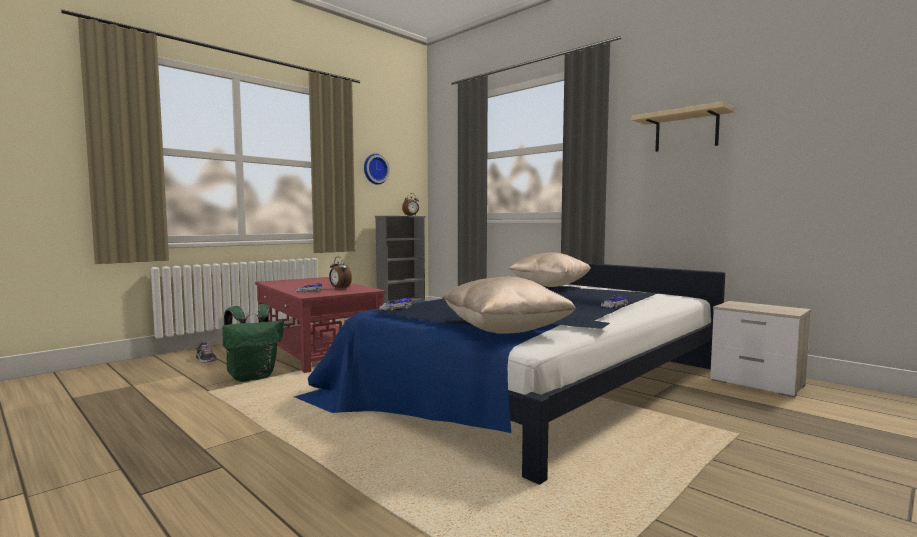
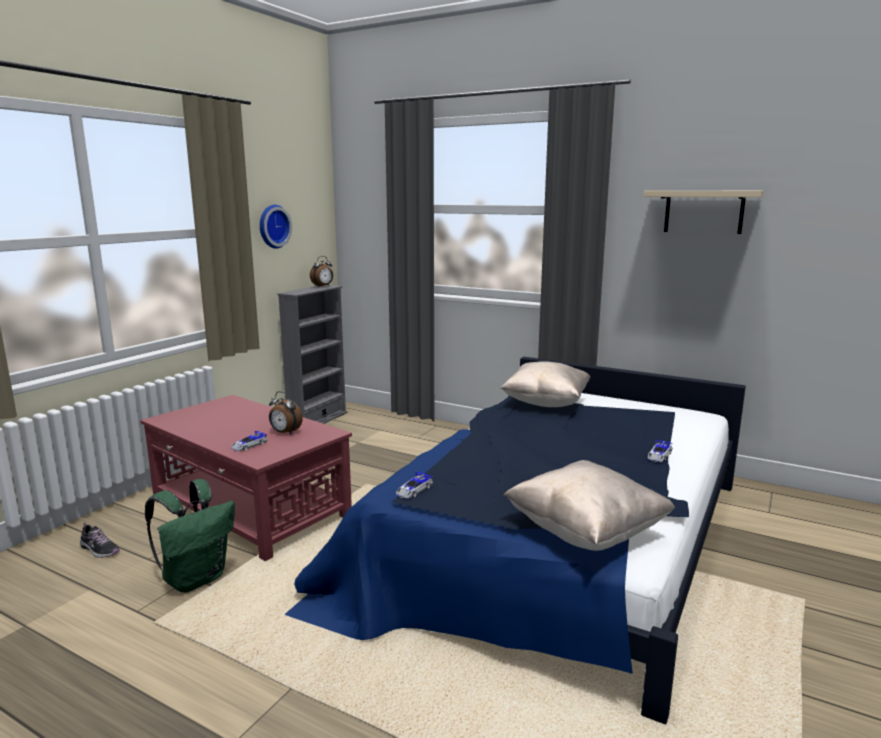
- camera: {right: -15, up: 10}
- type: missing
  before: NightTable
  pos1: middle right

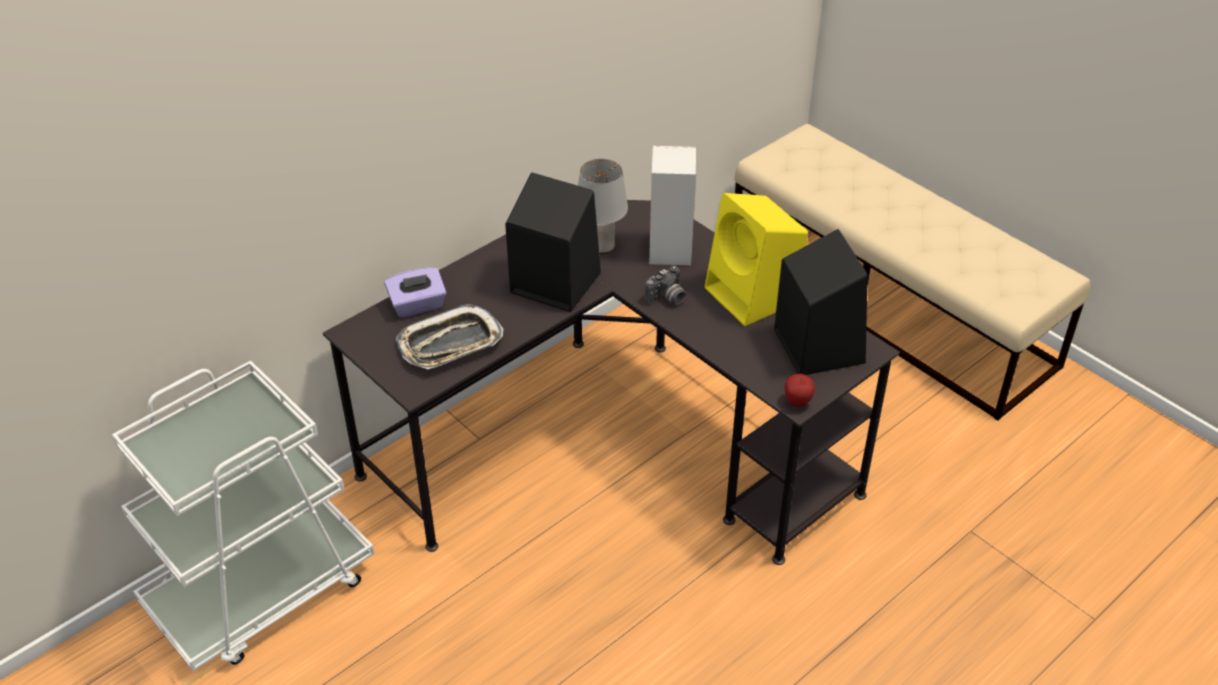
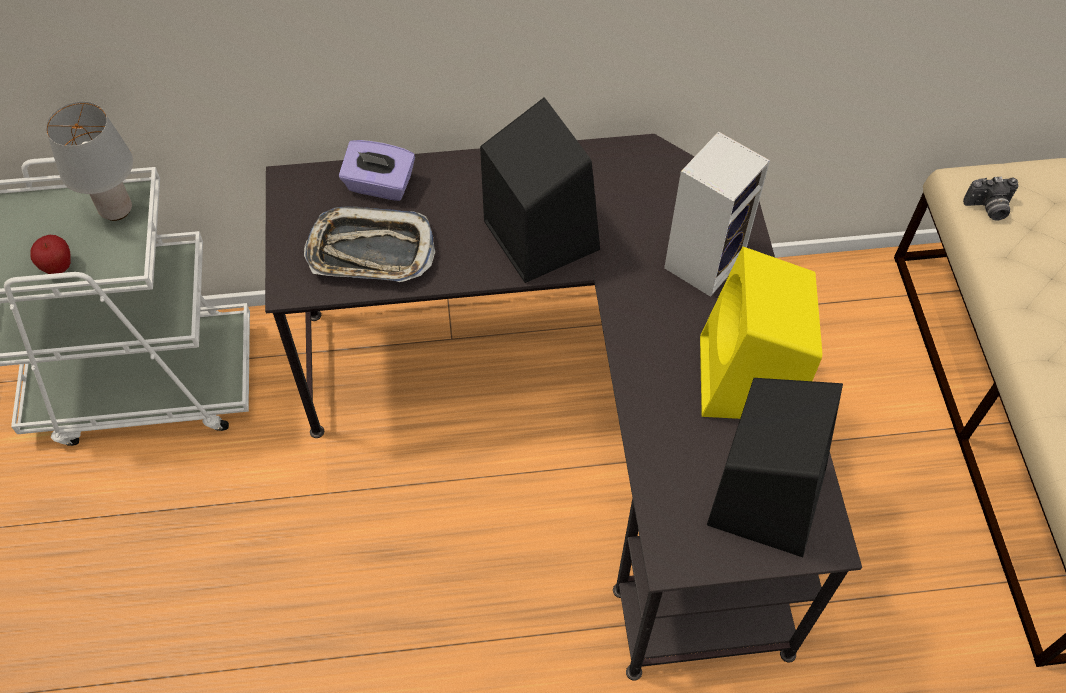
- camera: {right: 35, up: 15}
- type: relocated
  before: GrayLampForATable
  pos1: top centre
  pos2: top left
- type: relocated
  before: PhotoCamera
  pos1: centre
  pos2: top right
- type: relocated
  before: Apple
  pos1: centre
  pos2: middle left

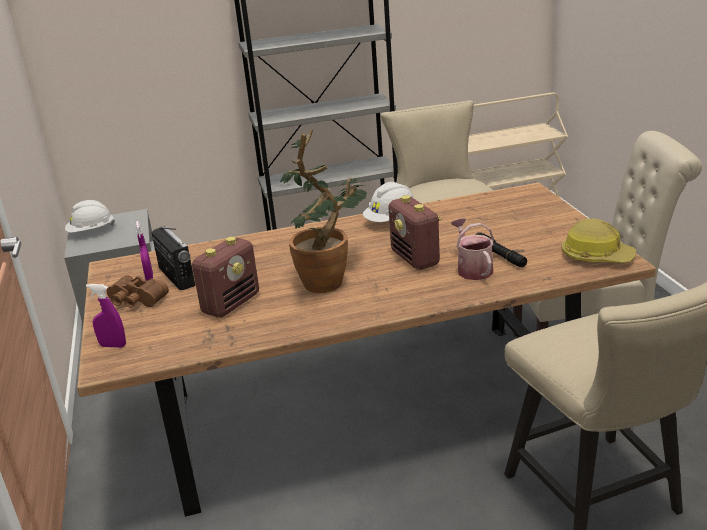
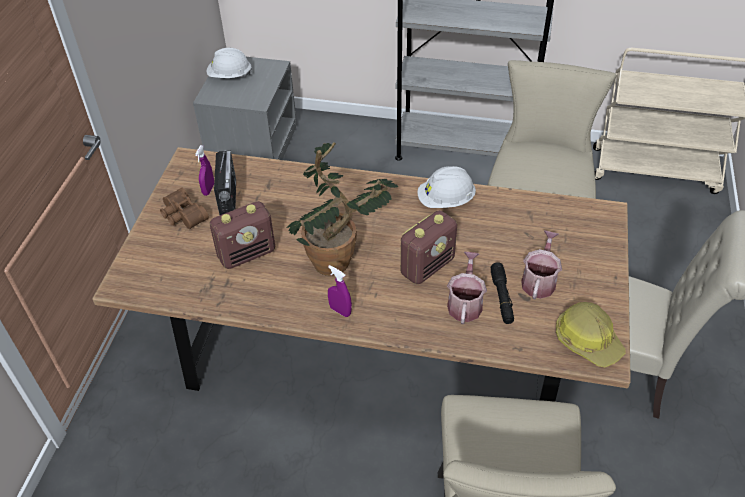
- camera: {right: 25, up: 20}
- type: appeared
  after: WateringCan (no. 2 from left)
  pos2: middle right
- type: relocated
  before: PurpleSprayer (no. 1 from left in the first image)
  after: PurpleSprayer (no. 2 from left)
  pos1: middle left
  pos2: centre
- type: spun
  before: Radio (no. 3 from left)
  pos1: centre
  pos2: centre
  turn: -135

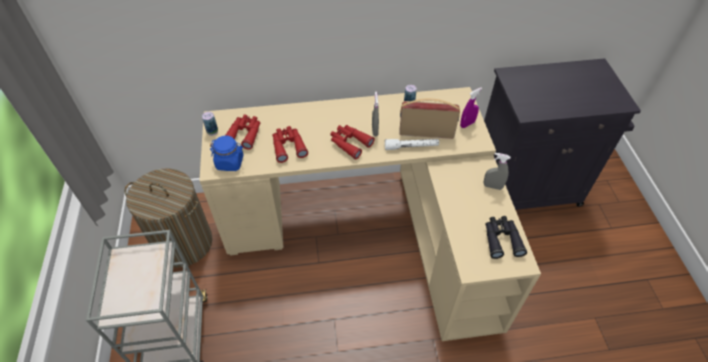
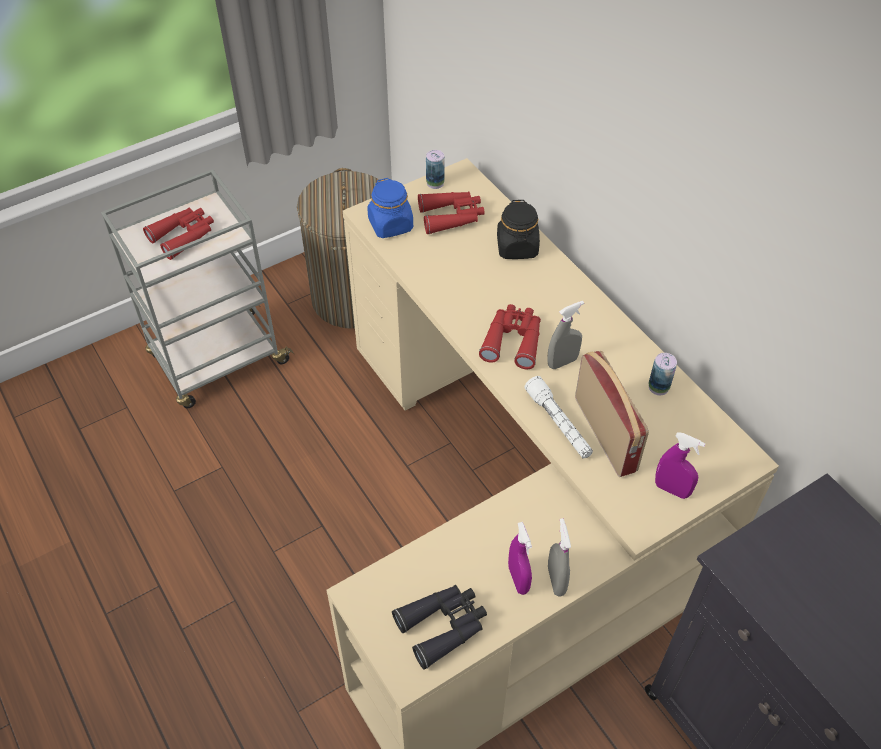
- camera: {right: 65, up: 0}
- type: appeared
  after: BlackColouredStorageJar
  pos2: top centre
- type: appeared
  after: PurpleSprayer (no. 1 from left)
  pos2: bottom centre
- type: relocated
  before: RedPairOfBinoculars (no. 2 from left in the first image)
  after: RedPairOfBinoculars (no. 1 from left)
  pos1: centre
  pos2: top left

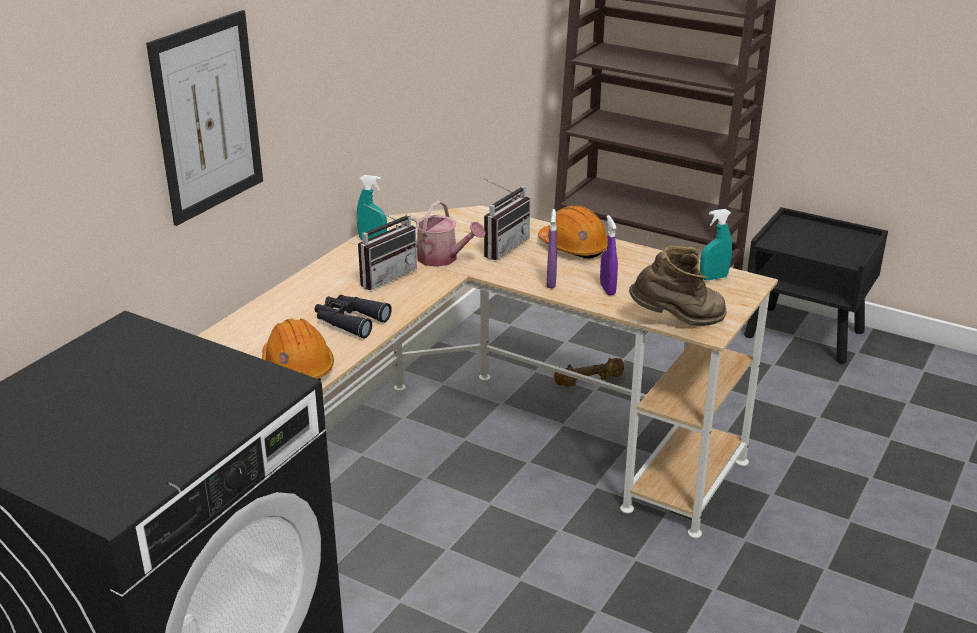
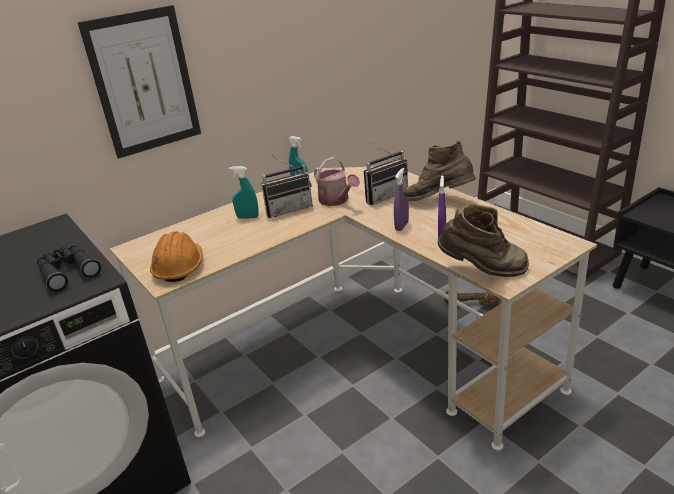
- camera: {right: 25, up: 0}
- type: relocated
  before: BlackColouredPairOfBinoculars
  pos1: centre
  pos2: middle left
- type: relocated
  before: TurquoiseSprayer (no. 2 from left in the first image)
  after: TurquoiseSprayer (no. 1 from left)
  pos1: middle right
  pos2: centre
- type: exchanged
  before: OrangeHardHat (no. 2 from left)
  after: BrownColouredBoot (no. 1 from left)
  pos1: centre
  pos2: centre

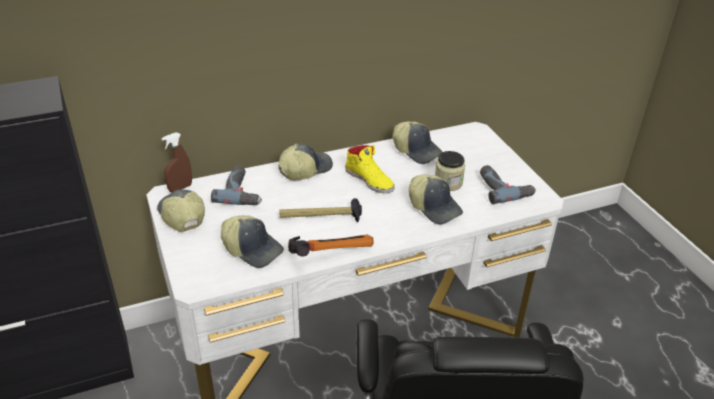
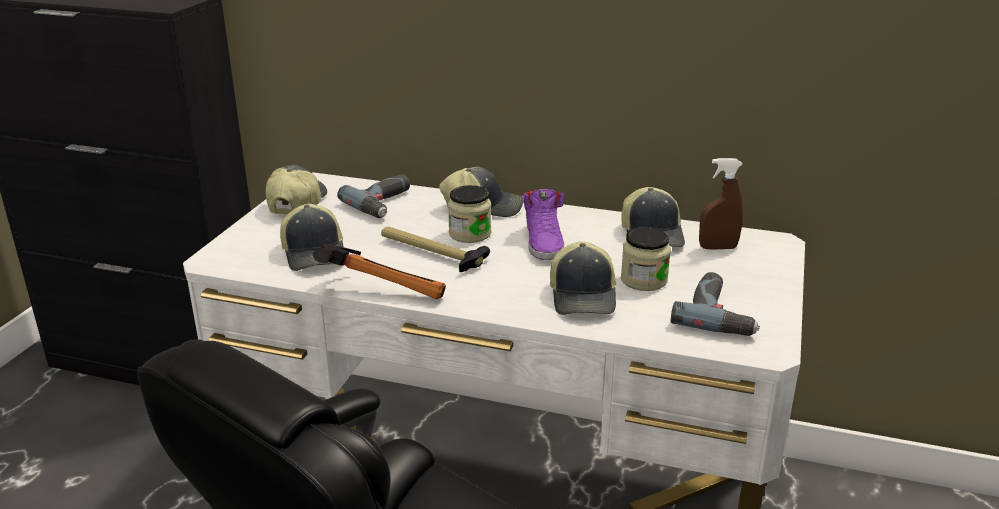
- camera: {right: 40, up: -10}
- type: appeared
  after: StorageJar (no. 1 from left)
  pos2: centre
- type: relocated
  before: BrownColouredSprayer
  pos1: middle left
  pos2: middle right
- type: colour
  before: YellowColouredItemOfFootwear
  after: PurpleItemOfFootwear
  pos1: centre
  pos2: centre

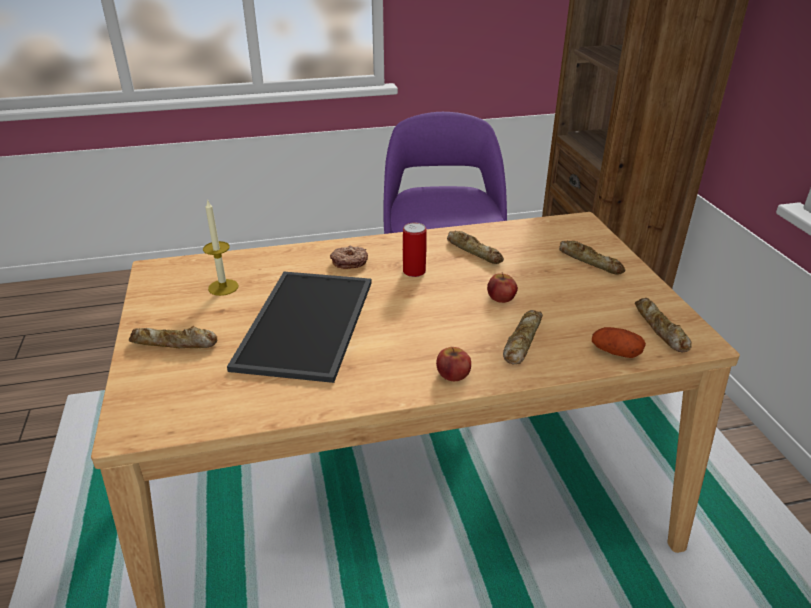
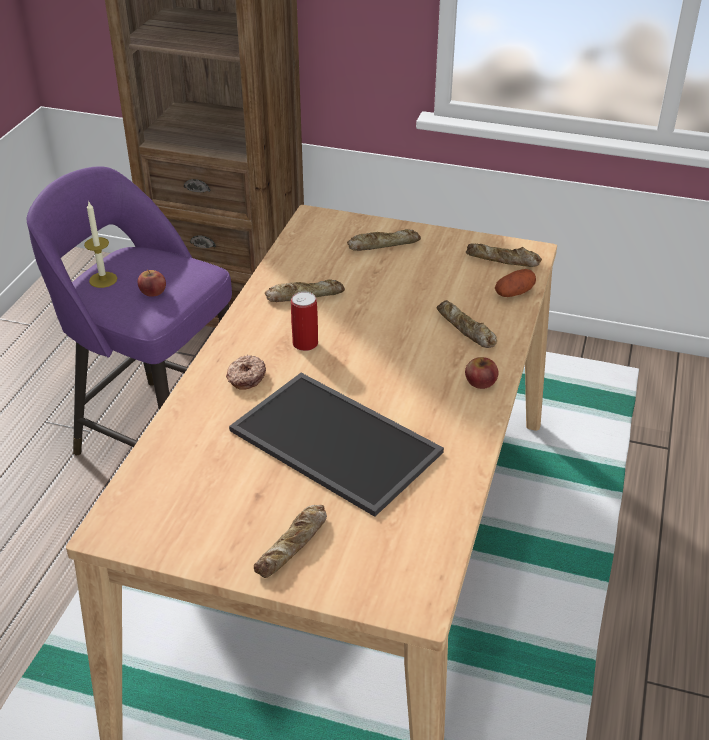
- camera: {right: -60, up: 5}
- type: relocated
  before: WaxLight
  pos1: middle left
  pos2: top left
- type: relocated
  before: Apple (no. 2 from left in the first image)
  after: Apple (no. 1 from left)
  pos1: centre
  pos2: middle left

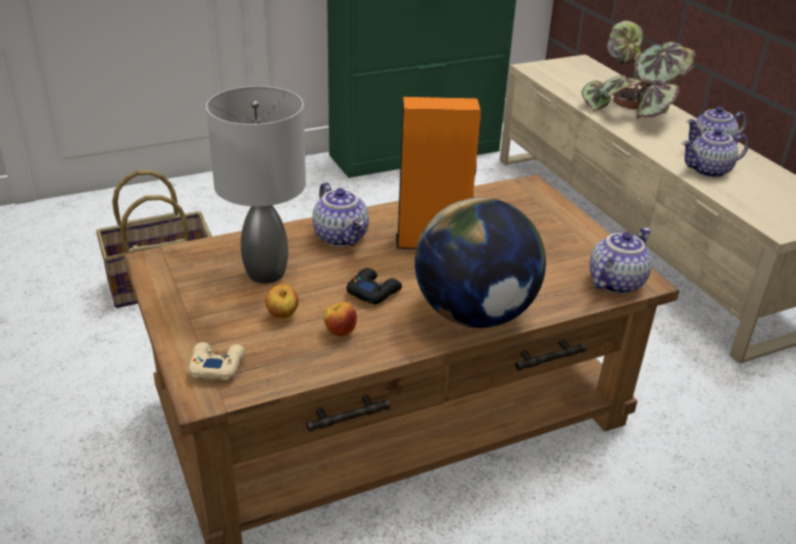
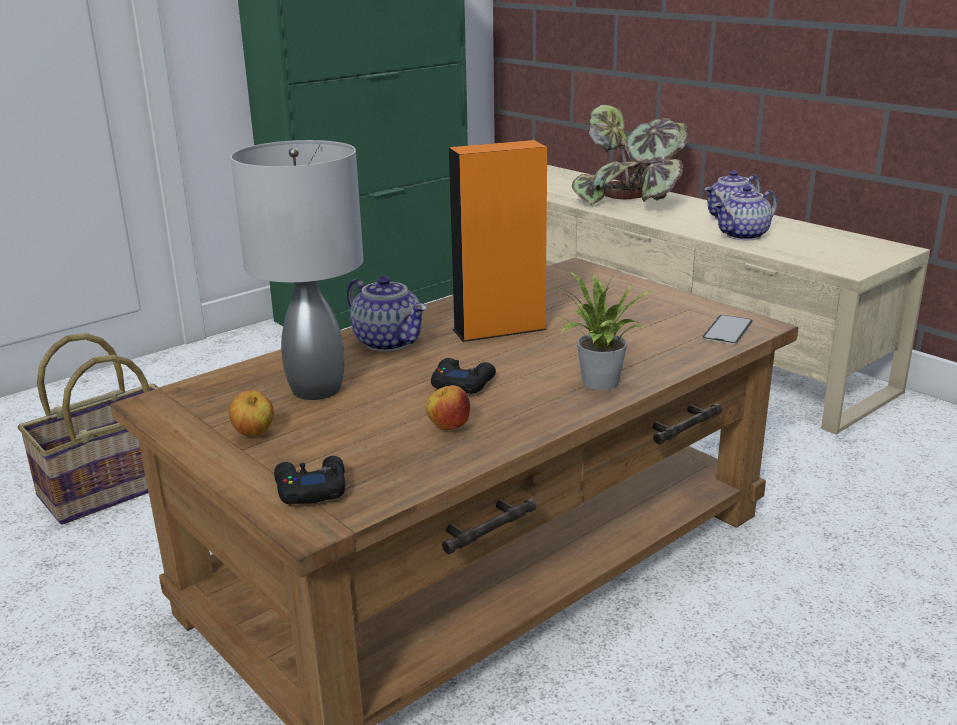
- camera: {right: -15, up: -10}
- type: relocated
  before: Apple (no. 1 from left)
  pos1: centre
  pos2: middle left
- type: exchanged
  before: Globe
  after: Houseplant (no. 1 from left)
  pos1: centre
  pos2: centre
- type: exchanged
  before: TeaPot (no. 2 from left)
  after: Phone
  pos1: middle right
  pos2: middle right
- type: colour
  before: BeigeJoypad
  after: BlackColouredJoypad (no. 1 from left)
  pos1: middle left
  pos2: middle left

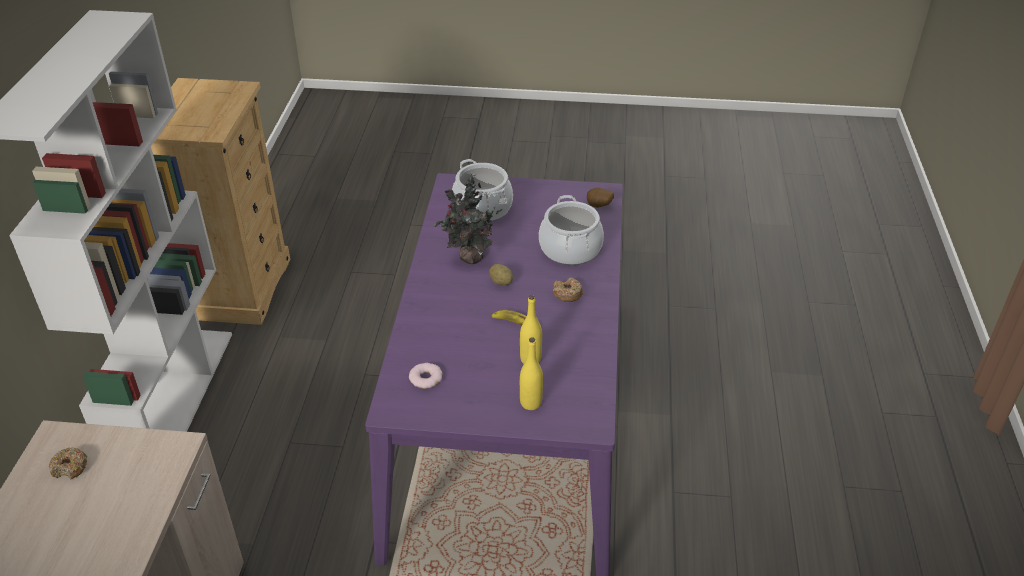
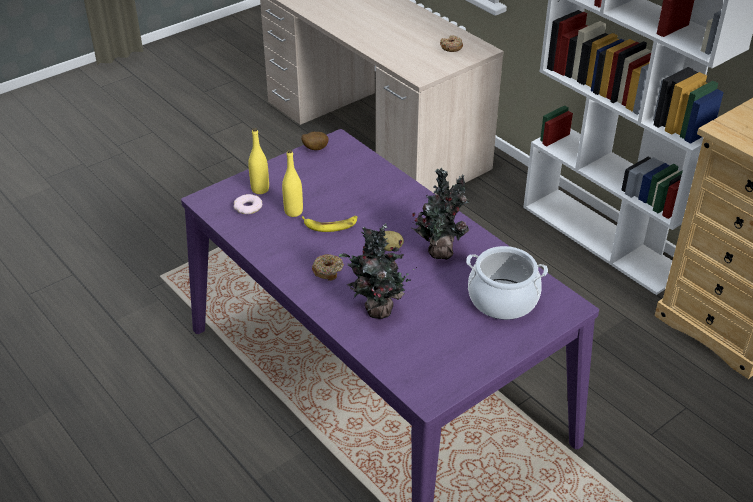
- camera: {right: 135, up: 0}
- type: relocated
  before: RingDoughnut (no. 2 from left in the first image)
  after: RingDoughnut (no. 1 from left)
  pos1: centre
  pos2: middle left
- type: relocated
  before: Spud (no. 2 from left in the first image)
  after: Spud (no. 1 from left)
  pos1: centre
  pos2: top centre
- type: exchanged
  before: Stockpot (no. 2 from left)
  after: Houseplant (no. 1 from left)
  pos1: centre
  pos2: centre

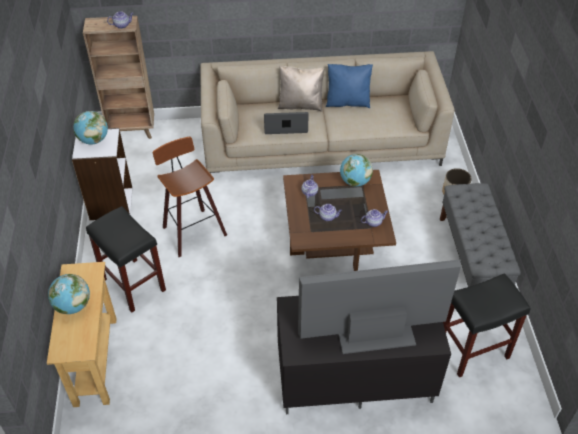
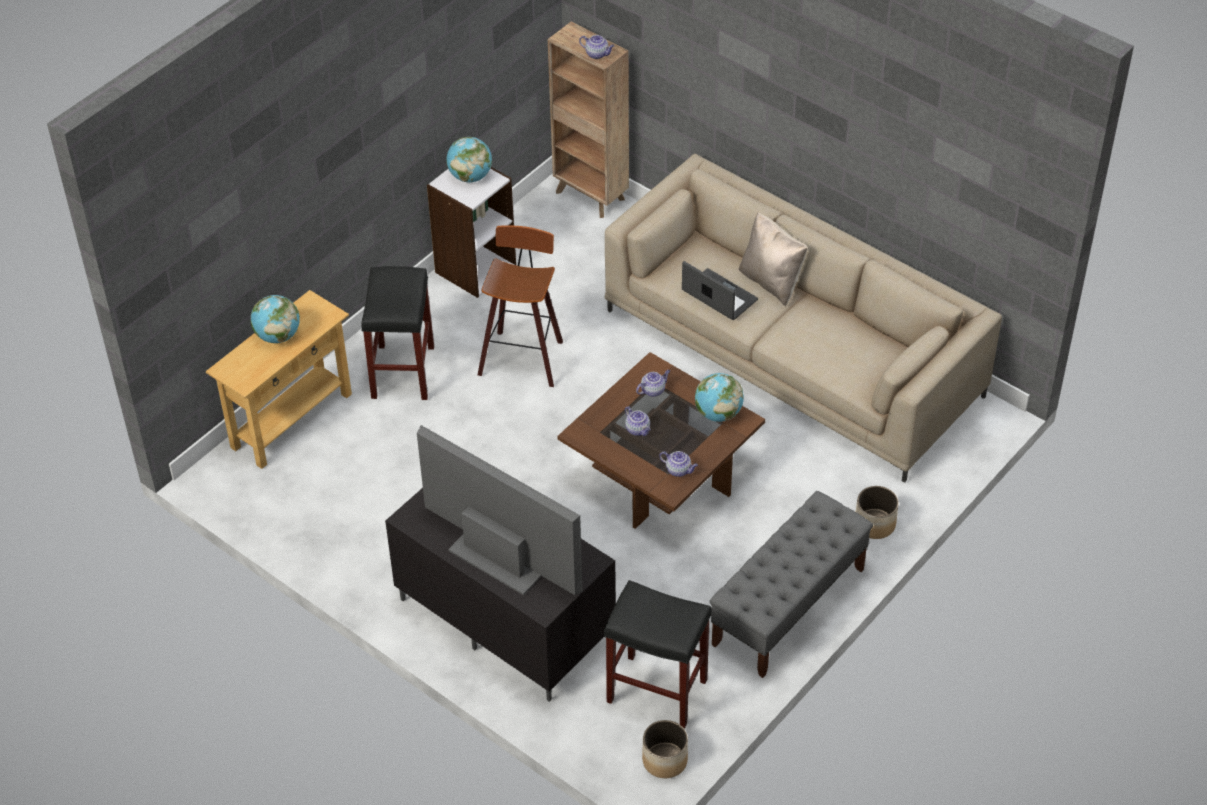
- camera: {right: 45, up: 0}
- type: missing
  before: BluishPillow
  pos1: top centre
- type: appeared
  after: PlantPot (no. 1 from left)
  pos2: bottom centre

